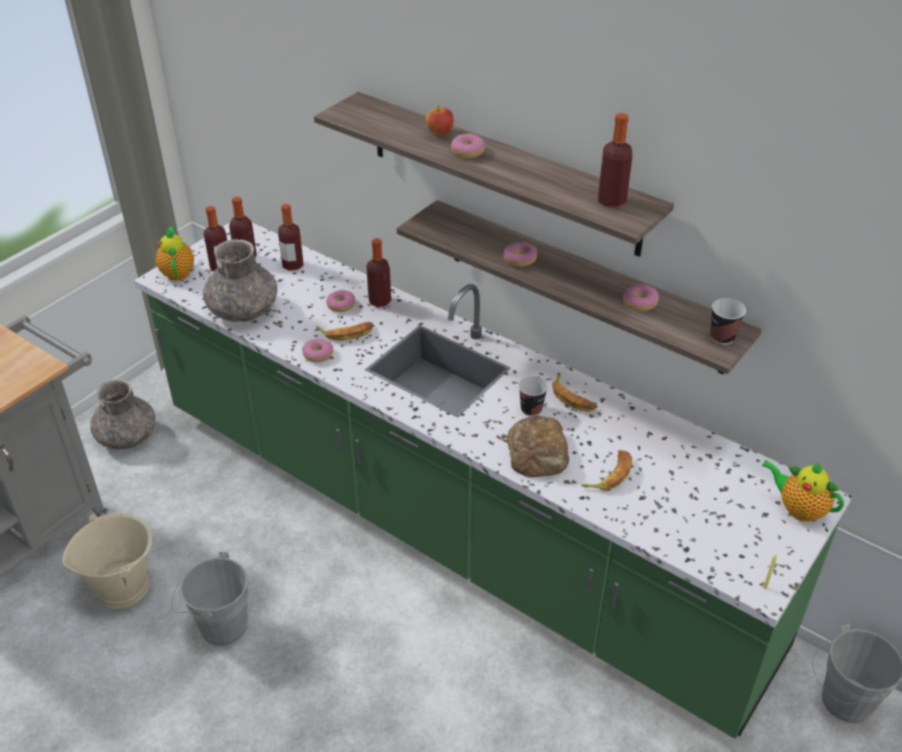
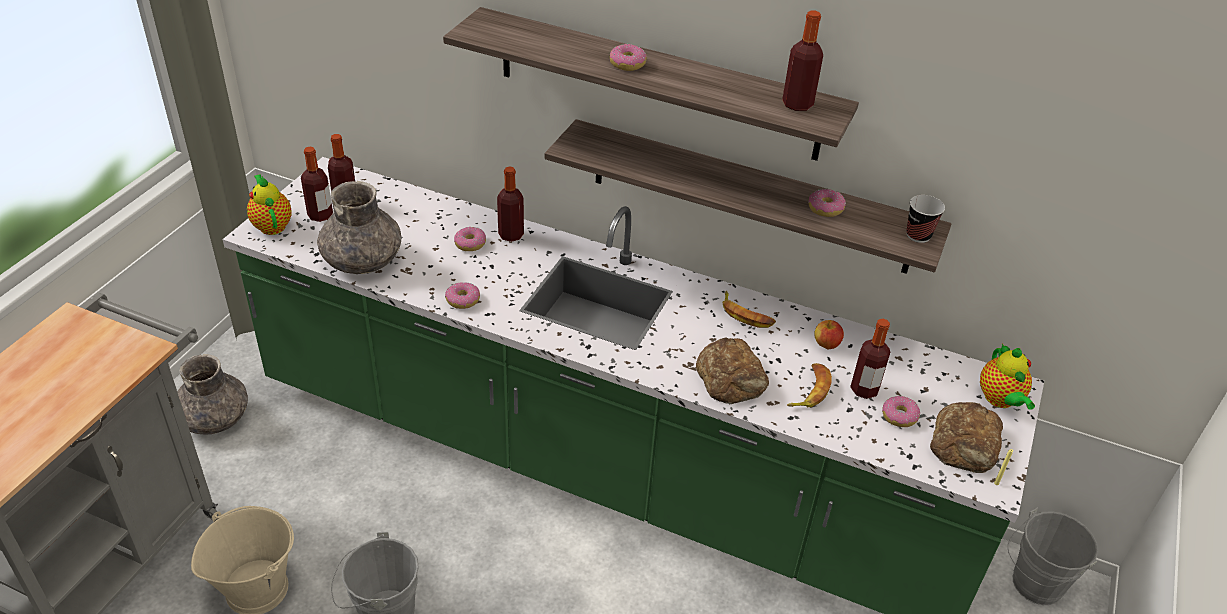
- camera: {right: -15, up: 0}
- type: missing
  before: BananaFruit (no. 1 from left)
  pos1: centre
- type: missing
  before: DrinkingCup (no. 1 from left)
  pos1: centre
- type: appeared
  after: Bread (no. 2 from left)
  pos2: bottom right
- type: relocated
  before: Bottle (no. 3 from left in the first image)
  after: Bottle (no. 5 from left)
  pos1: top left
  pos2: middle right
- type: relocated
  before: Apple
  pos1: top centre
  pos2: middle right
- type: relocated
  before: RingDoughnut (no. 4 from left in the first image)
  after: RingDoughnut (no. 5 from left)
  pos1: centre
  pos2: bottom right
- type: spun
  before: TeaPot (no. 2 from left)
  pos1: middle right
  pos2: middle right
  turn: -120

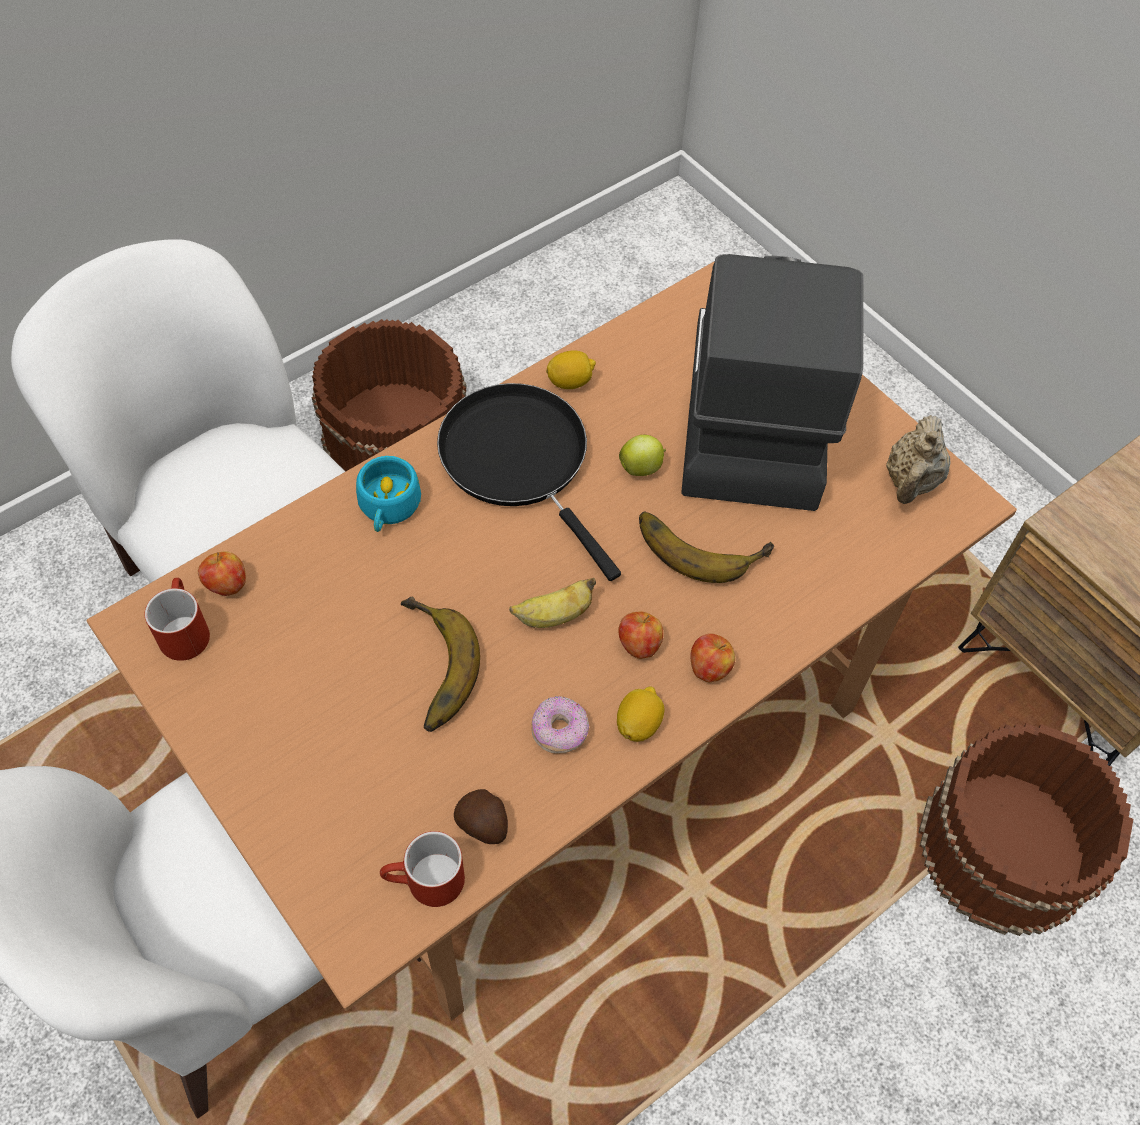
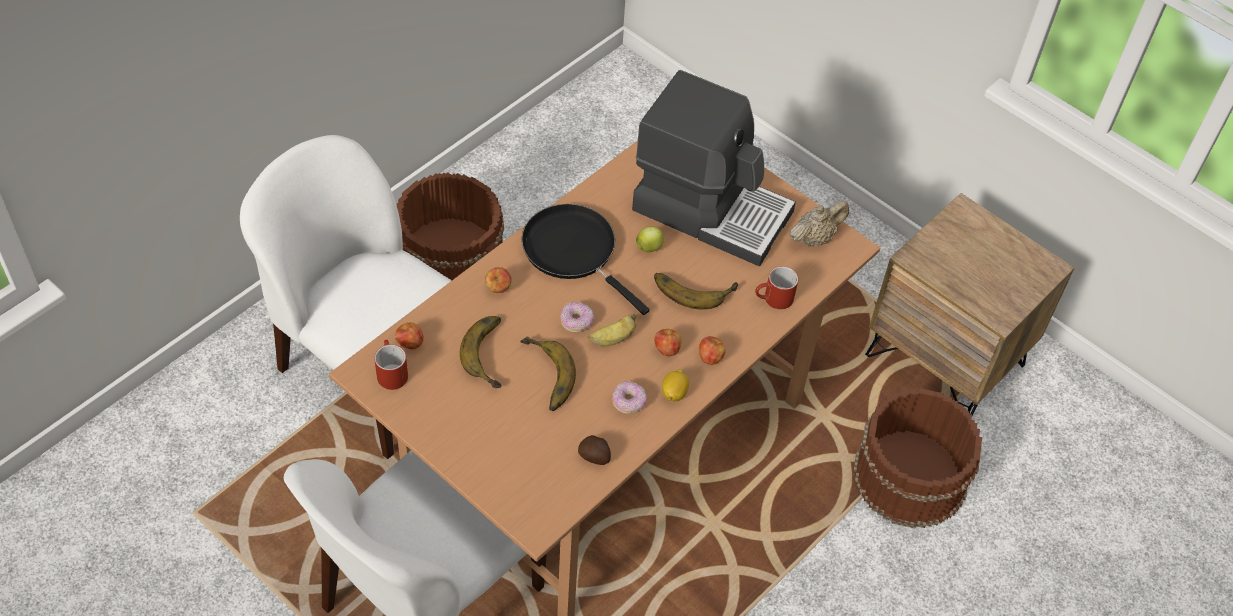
- camera: {right: -10, up: -5}
- type: missing
  before: WholeLemon (no. 1 from left)
  pos1: top centre
- type: appeared
  after: BananaFruit (no. 1 from left)
  pos2: centre
- type: appeared
  after: RingDoughnut (no. 1 from left)
  pos2: centre
- type: relocated
  before: RedMug (no. 2 from left)
  pos1: bottom centre
  pos2: centre
- type: exchanged
  before: TurquoiseDrinkingCup
  after: Apple (no. 2 from left)
  pos1: centre
  pos2: centre
- type: spun
  before: CoffeeBrewer
  pos1: middle right
  pos2: top centre
  turn: 120
- type: spun
  before: BeigeTeaPot
  pos1: middle right
  pos2: centre
  turn: -135

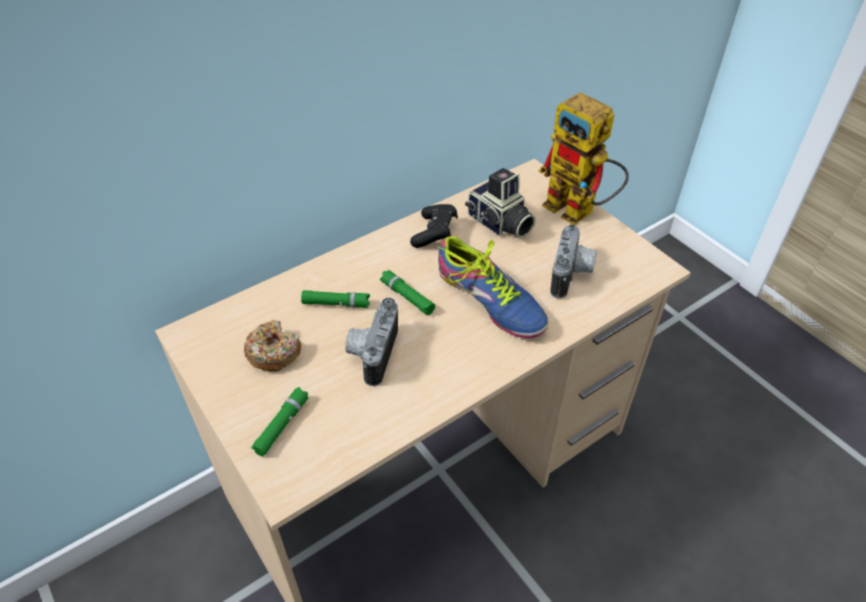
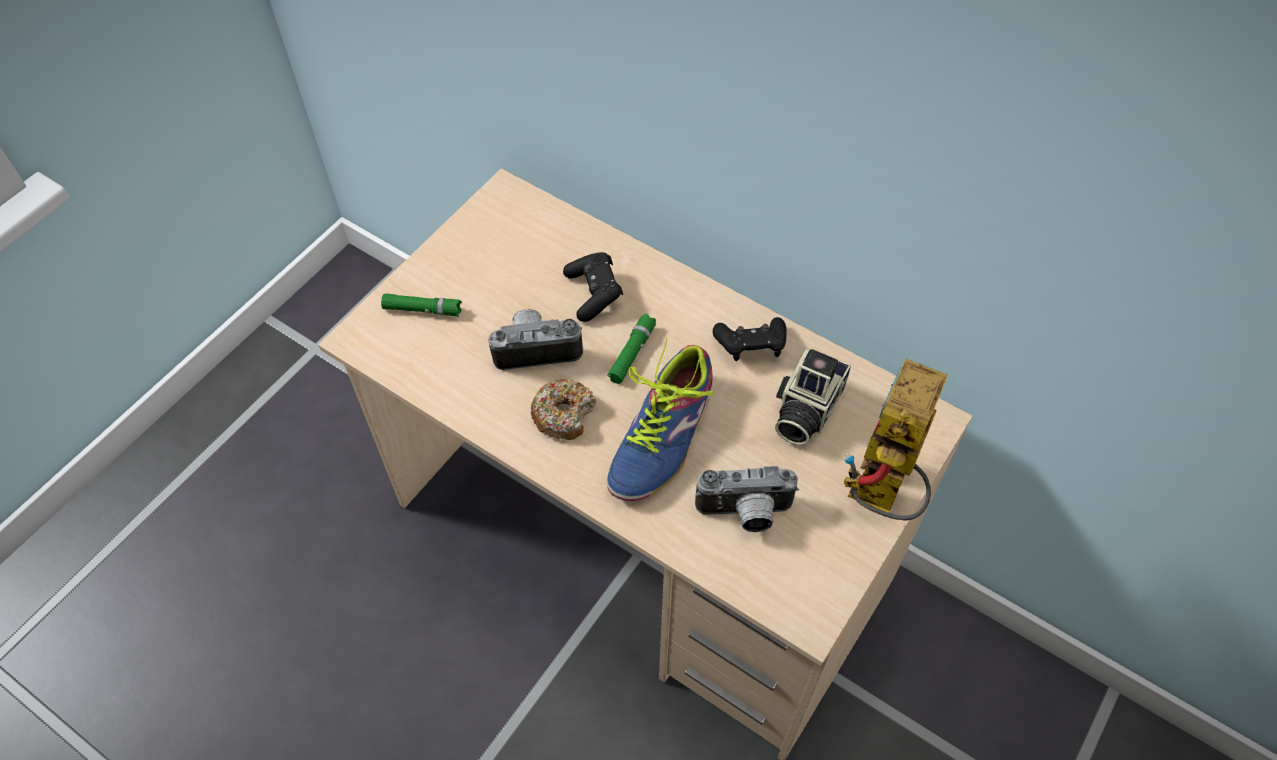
- camera: {right: 70, up: 10}
- type: relocated
  before: RingDoughnut
  pos1: middle left
  pos2: centre
- type: exchanged
  before: GreenColouredTorch (no. 2 from left)
  after: BlackColouredJoypad (no. 1 from left)
  pos1: centre
  pos2: centre

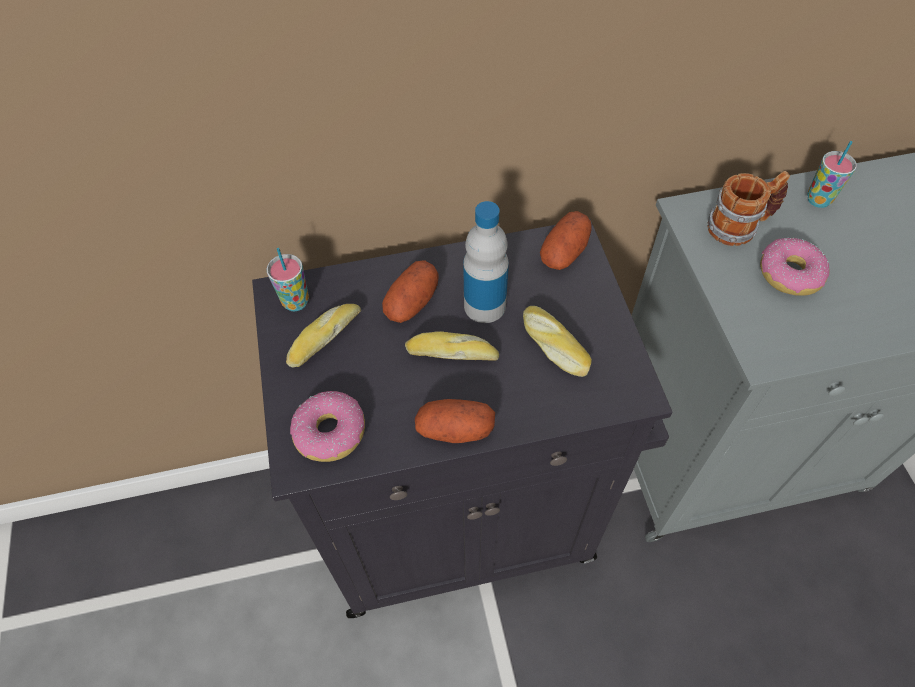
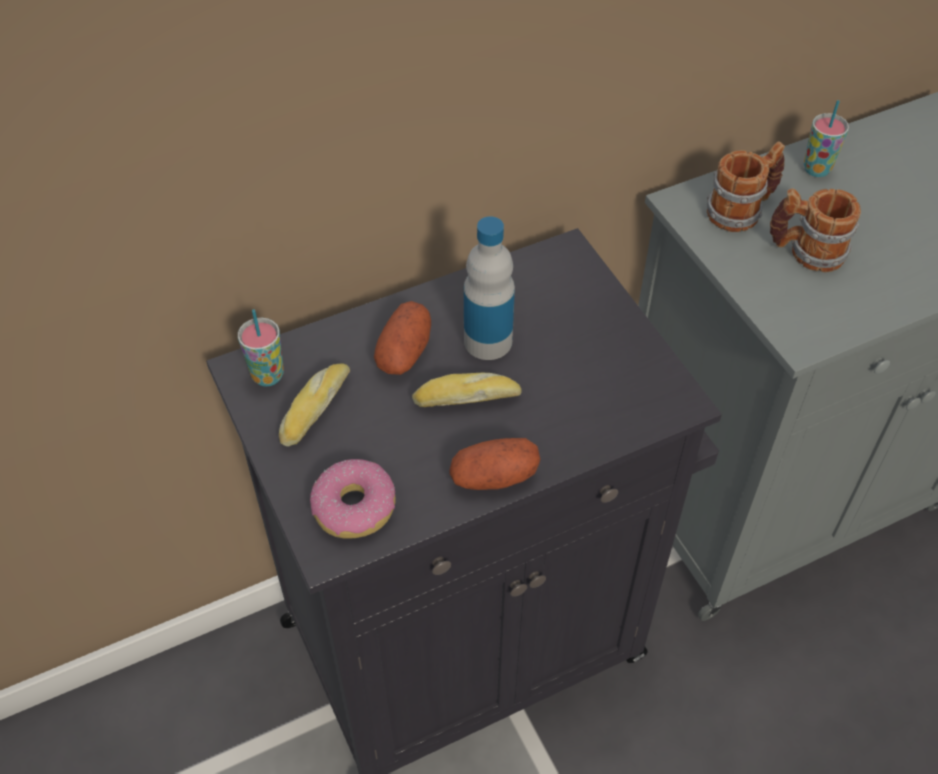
- camera: {right: -15, up: -5}
- type: missing
  before: Bread (no. 3 from left)
  pos1: centre
- type: missing
  before: Spud (no. 3 from left)
  pos1: centre
- type: exchanged
  before: RingDoughnut (no. 2 from left)
  after: Mug (no. 2 from left)
  pos1: middle right
  pos2: top right

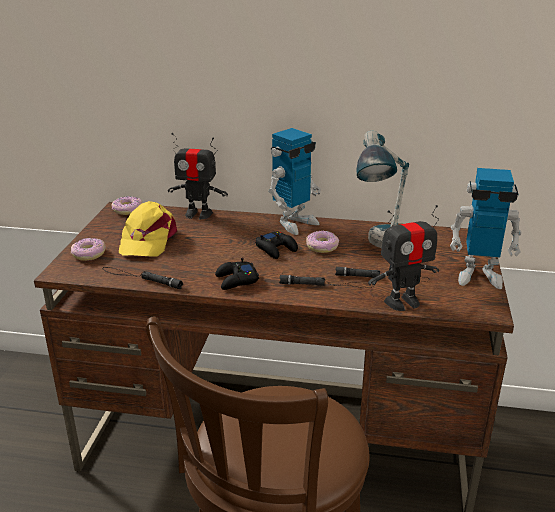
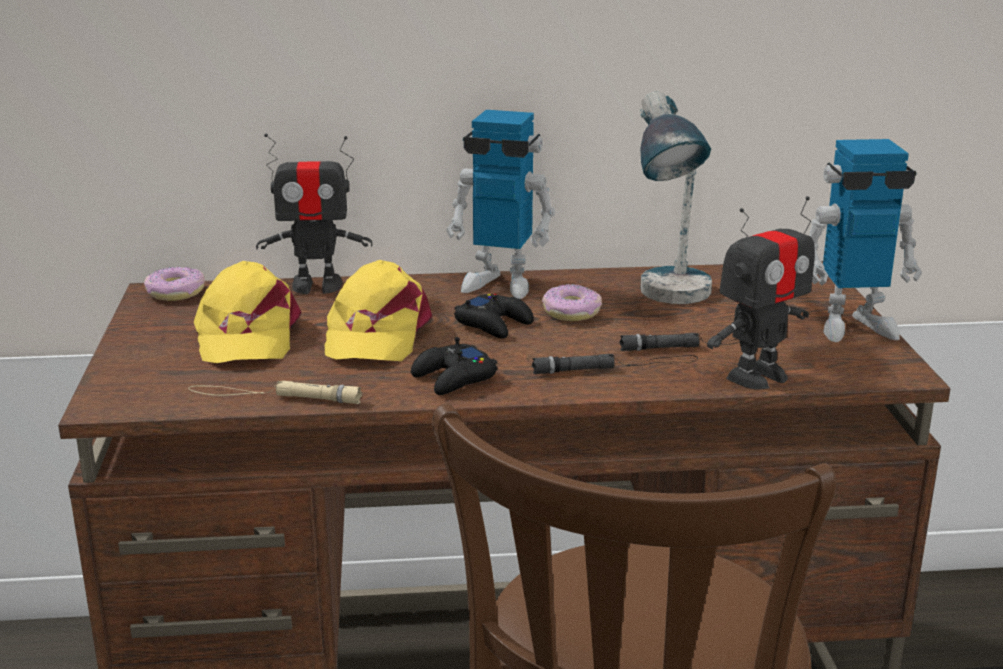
- camera: {right: -15, up: -5}
- type: missing
  before: RingDoughnut (no. 1 from left)
  pos1: middle left
- type: appeared
  after: YellowColouredBaseballCap (no. 2 from left)
  pos2: centre
- type: colour
  before: BlackColouredTorch (no. 1 from left)
  after: BeigeTorch
  pos1: middle left
  pos2: middle left
- type: spun
  before: RobotFigure (no. 2 from left)
  pos1: centre
  pos2: top centre
  turn: 75

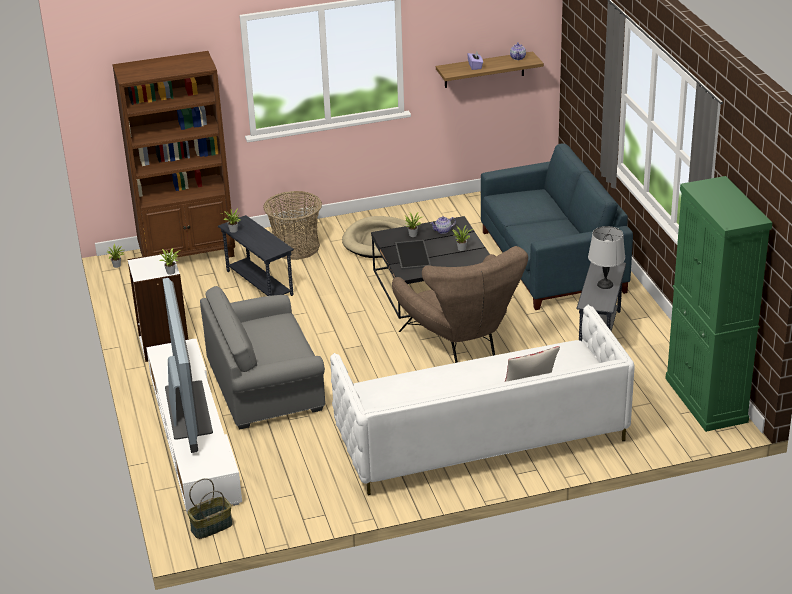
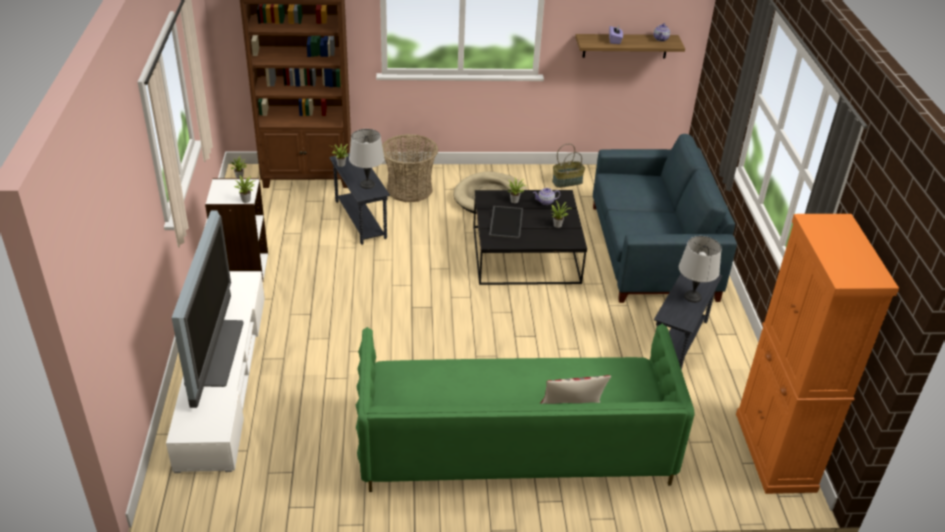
- camera: {right: 10, up: 5}
- type: missing
  before: GrayArmchair
  pos1: middle left
- type: missing
  before: BrownColouredArmchair
  pos1: centre
- type: appeared
  after: GrayLampForATable (no. 1 from left)
  pos2: top centre
- type: relocated
  before: HouseholdBasket (no. 1 from left in the first image)
  after: HouseholdBasket (no. 2 from left)
  pos1: bottom left
  pos2: top centre
- type: colour
  before: WhiteSofa
  after: GreenColouredSofa
  pos1: bottom centre
  pos2: bottom centre
- type: colour
  before: GreenColouredStorageCabinet
  after: OrangeStorageCabinet
  pos1: middle right
  pos2: middle right

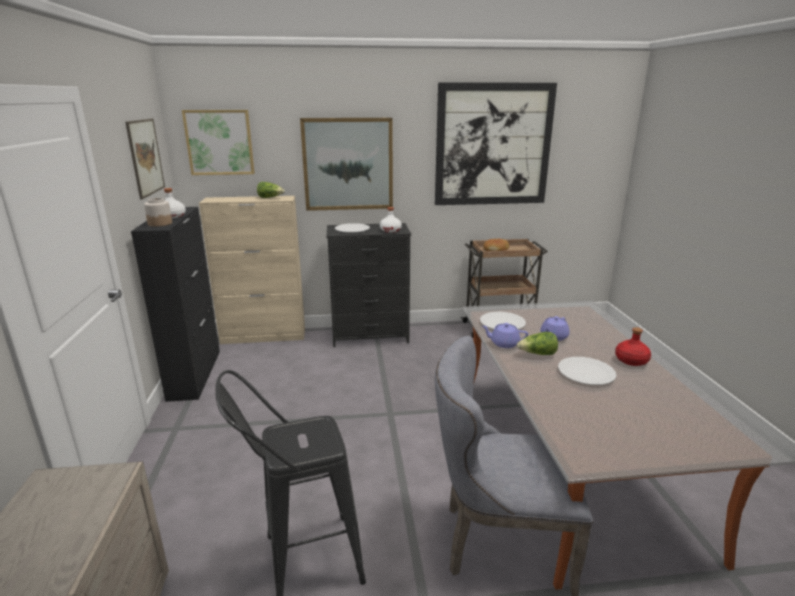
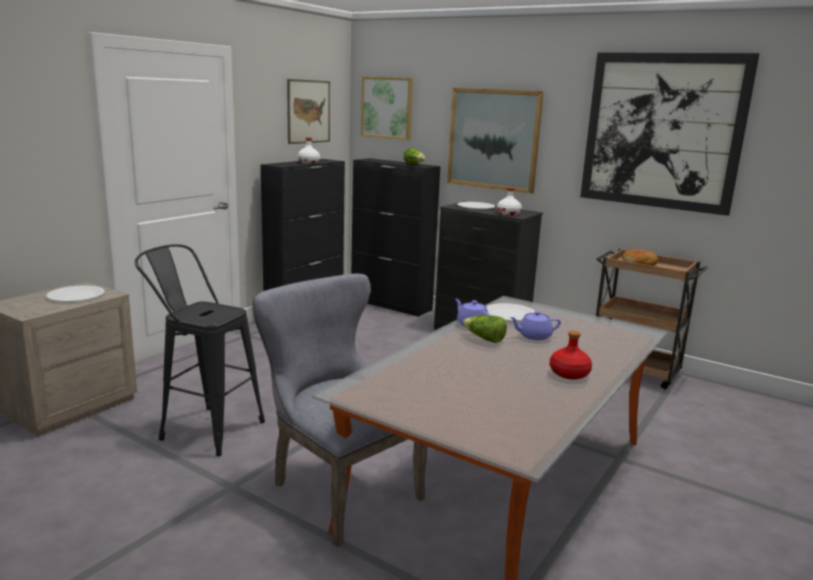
- camera: {right: 40, up: -5}
- type: missing
  before: StorageJar
  pos1: middle left
- type: relocated
  before: WhiteFlatDish (no. 3 from left in the first image)
  after: WhiteFlatDish (no. 1 from left)
  pos1: middle right
  pos2: middle left
- type: colour
  before: BeigeStorageCabinet
  after: BlackColouredStorageCabinet (no. 2 from left)
  pos1: middle left
  pos2: centre

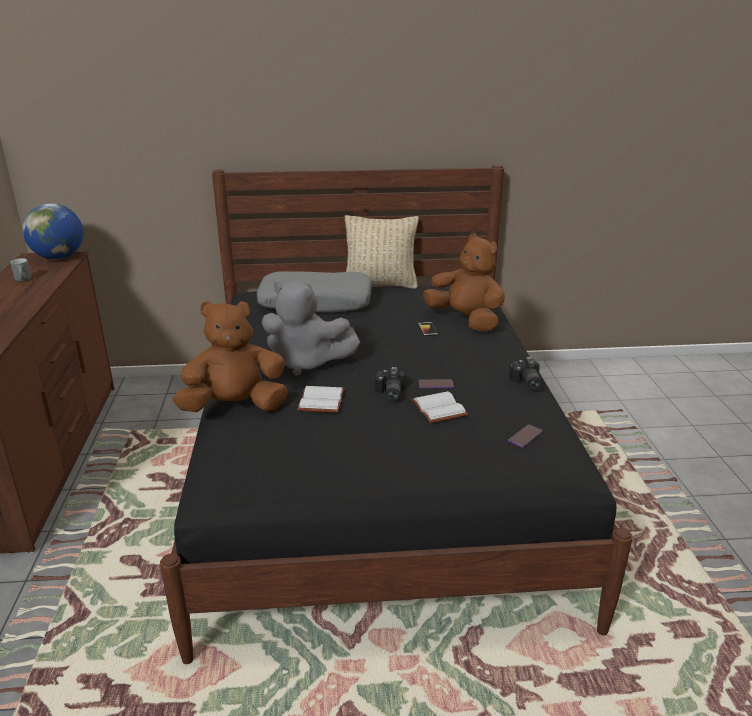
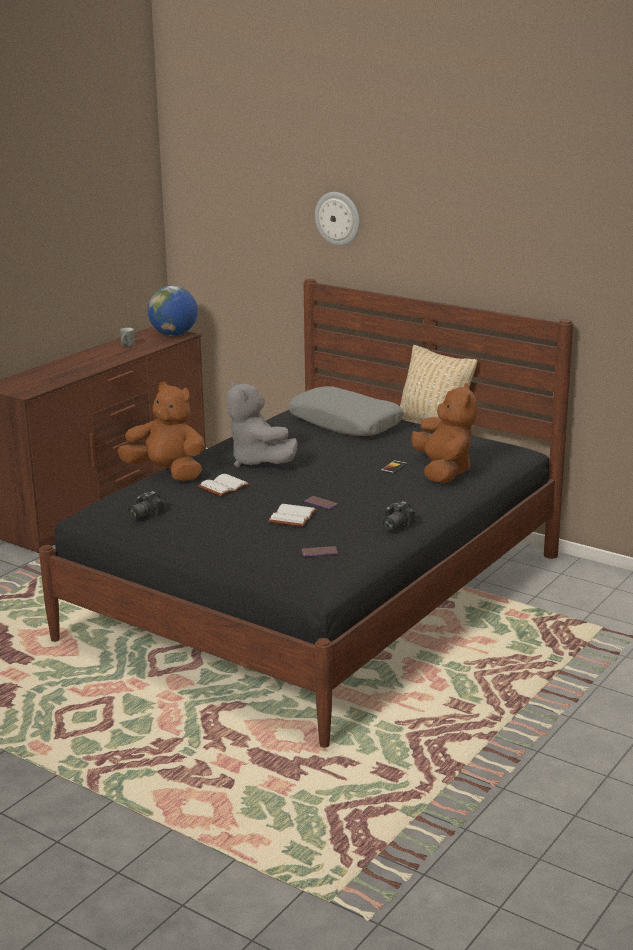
- camera: {right: 40, up: -5}
- type: appeared
  after: ClockOnTheWall
  pos2: top centre
- type: relocated
  before: PhotoCamera (no. 1 from left)
  pos1: centre
  pos2: middle left

